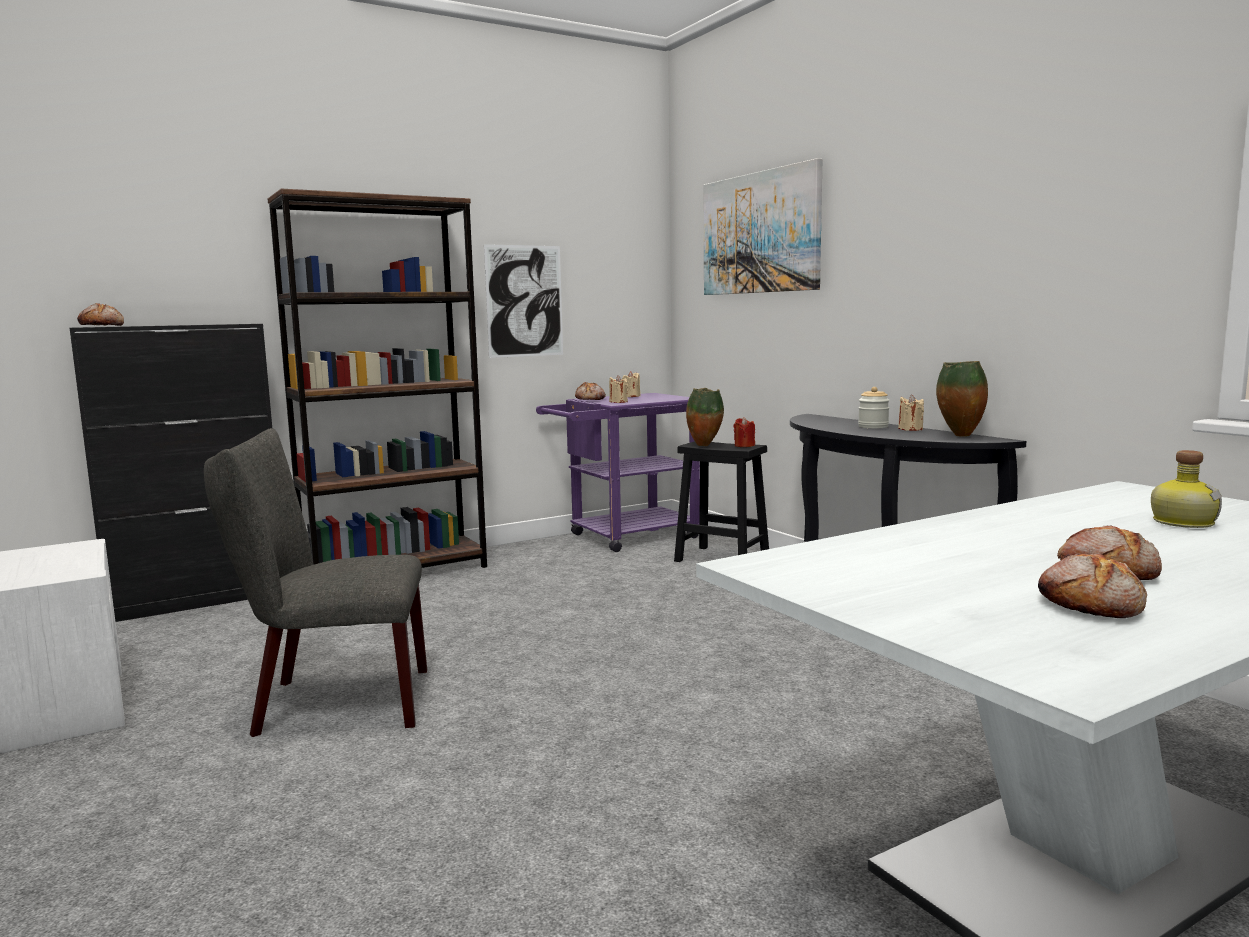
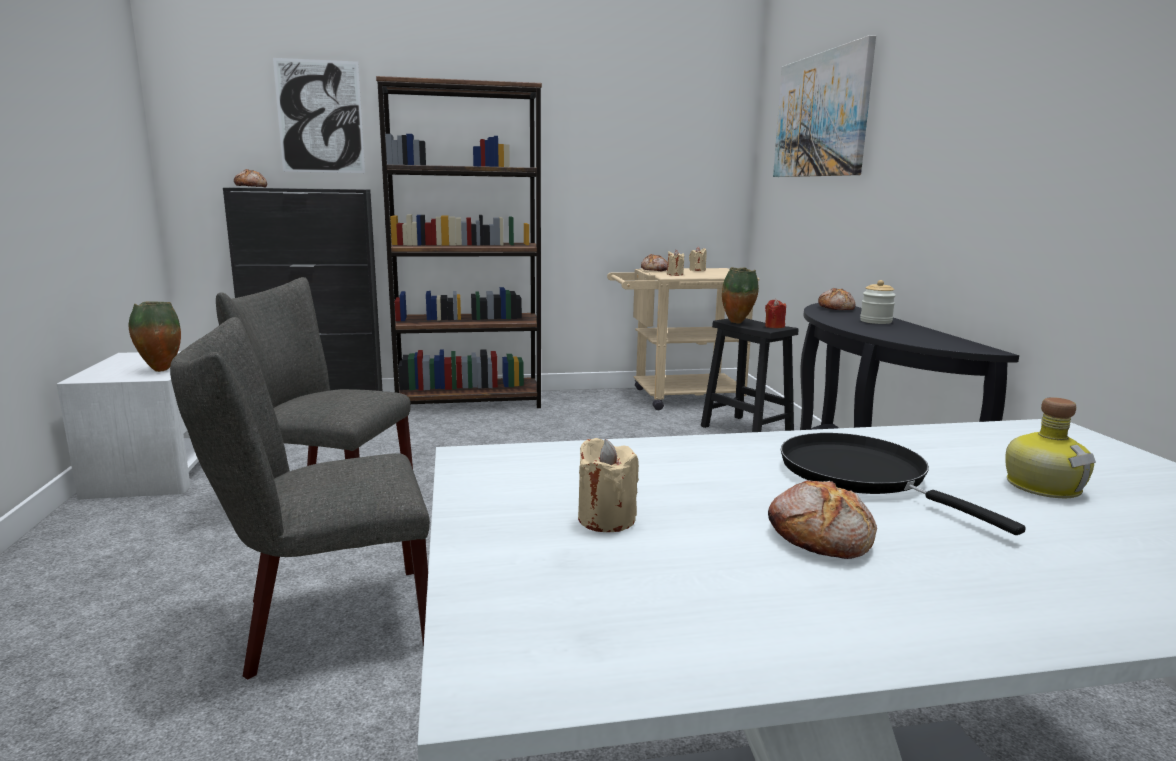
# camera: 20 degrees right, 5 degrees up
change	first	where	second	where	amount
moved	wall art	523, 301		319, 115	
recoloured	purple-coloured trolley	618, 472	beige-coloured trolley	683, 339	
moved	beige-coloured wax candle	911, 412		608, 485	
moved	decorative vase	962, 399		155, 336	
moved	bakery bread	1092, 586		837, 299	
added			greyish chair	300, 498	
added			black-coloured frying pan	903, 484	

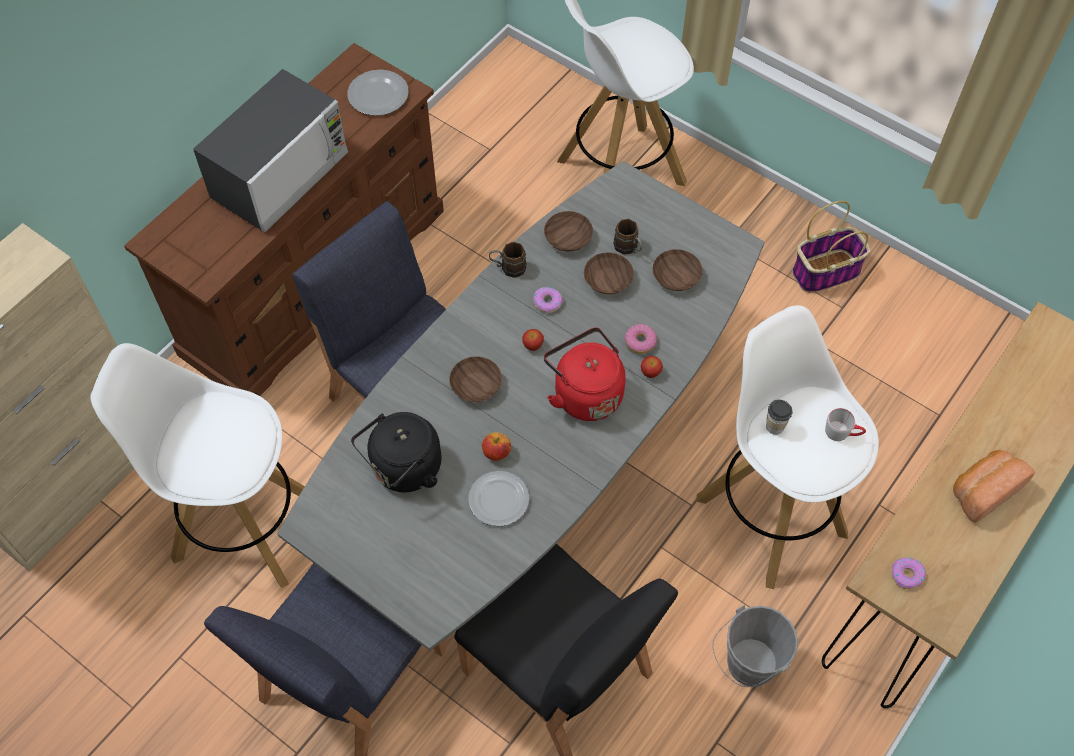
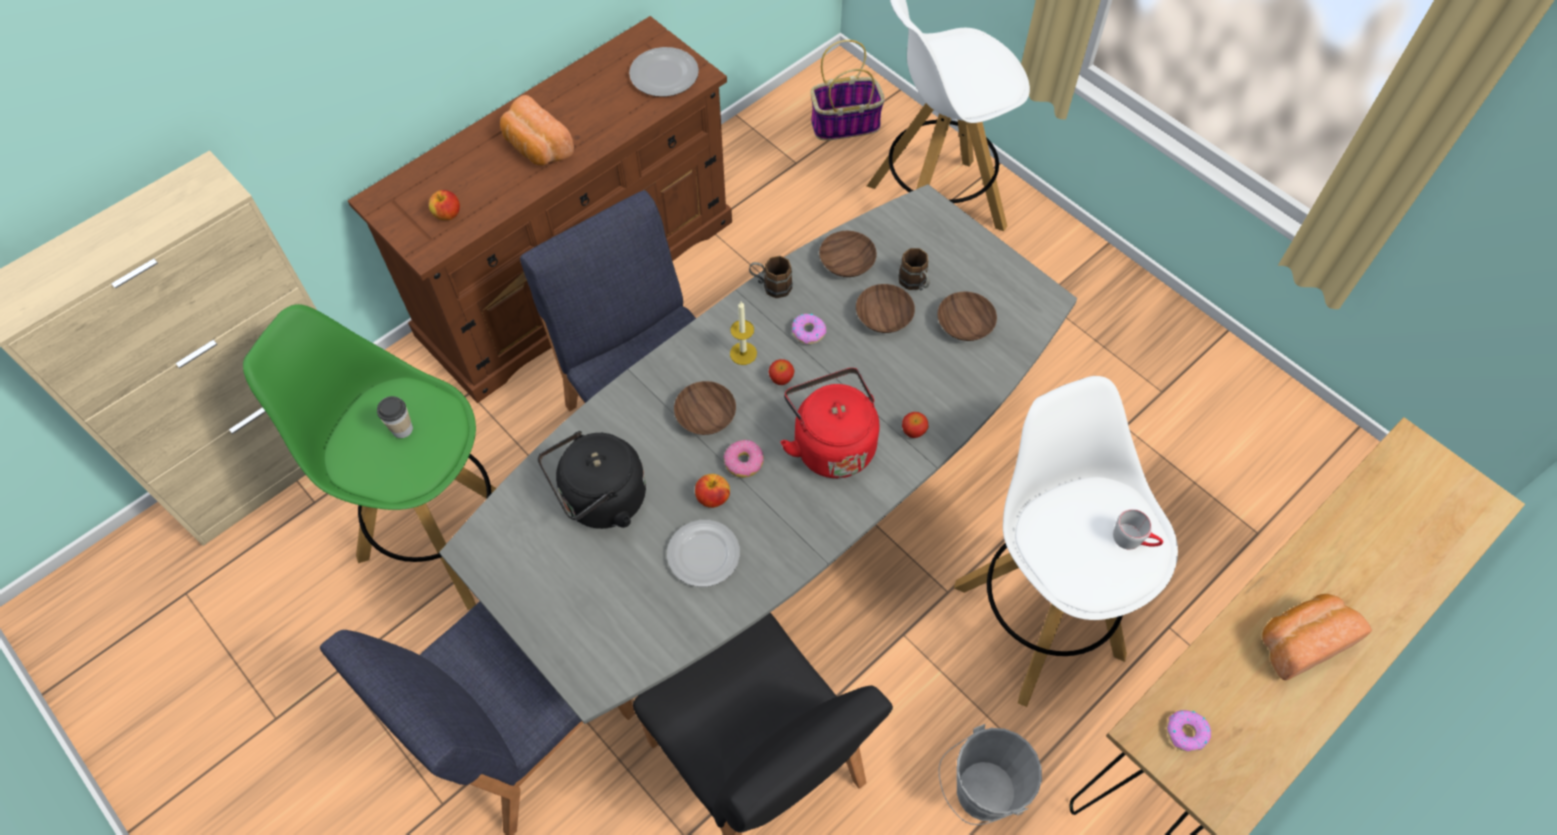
# camera: 10 degrees right, 0 degrees up
change	first	where	second	where	amount
recoloured	whitish sitting stool	197, 465	green-coloured sitting stool	369, 457	
replaced	microwave oven	270, 150	bakery bread	537, 130	
moved	donut	641, 339		743, 459	
moved	small cup	779, 417		395, 417	
moved	basket	831, 247		847, 90	
added			whole apple	444, 205	
added			wax candle	743, 333	

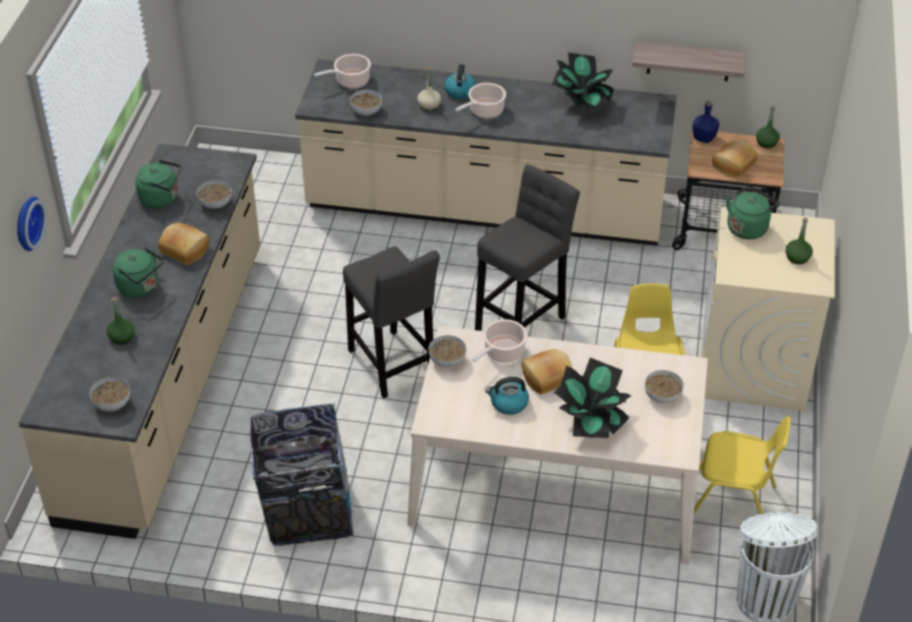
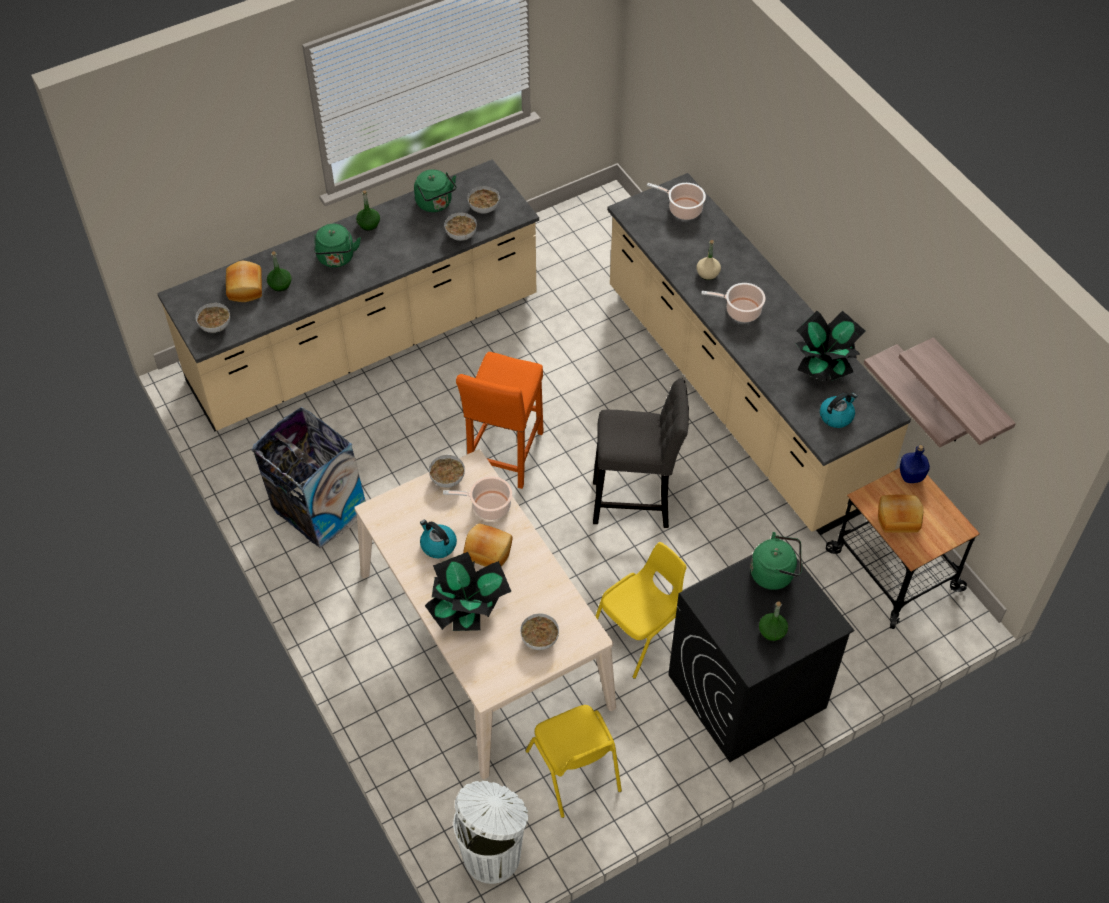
# camera: 50 degrees right, 10 degrees up
change	first	where	second	where	amount
removed	wall clock	31, 224			
moved	bakery bread	183, 244		244, 281	
recoloured	greyish sitting stool	391, 322	orange sitting stool	500, 420	
moved	deep dish	366, 103		483, 199	
moved	water kettle	460, 81		838, 410	
recoloured	beige-coloured washing machine	768, 309	black-coloured washing machine	761, 659	
moved	green-coloured drink bottle	768, 127		368, 211	
added			shelf	957, 391	

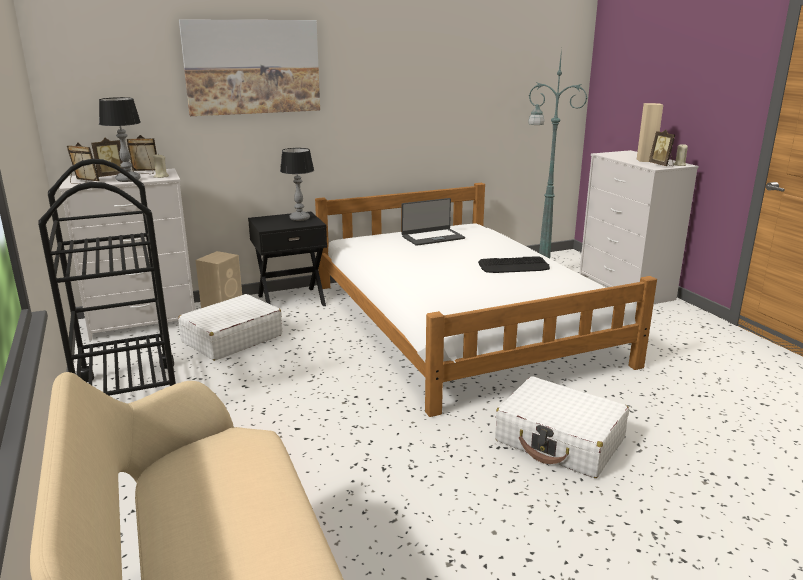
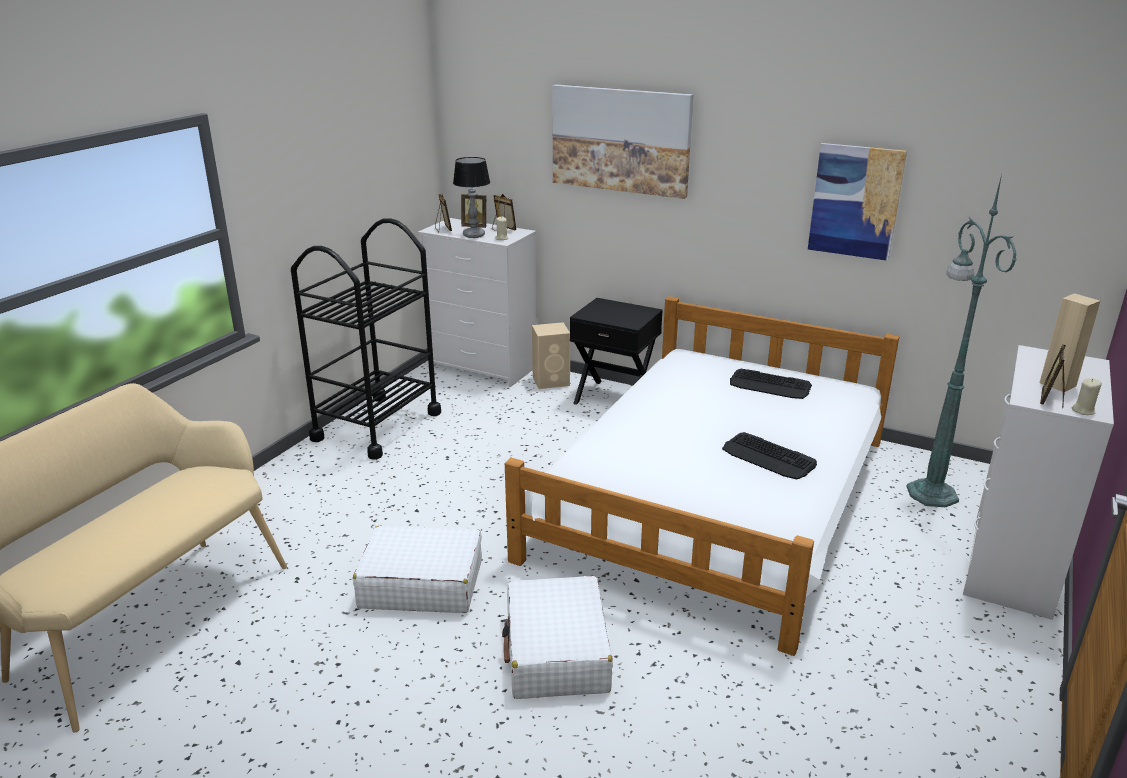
# camera: 50 degrees right, 5 degrees up
change	first	where	second	where	amount
moved	whitish piece of luggage	230, 327		417, 569	
removed	tabletop lamp	297, 184			
replaced	laptop	433, 222	keyboard	771, 384	
added			wall art	857, 202	

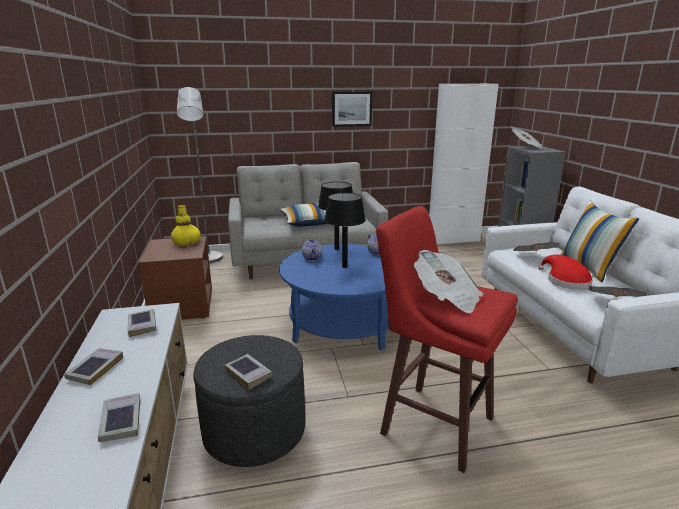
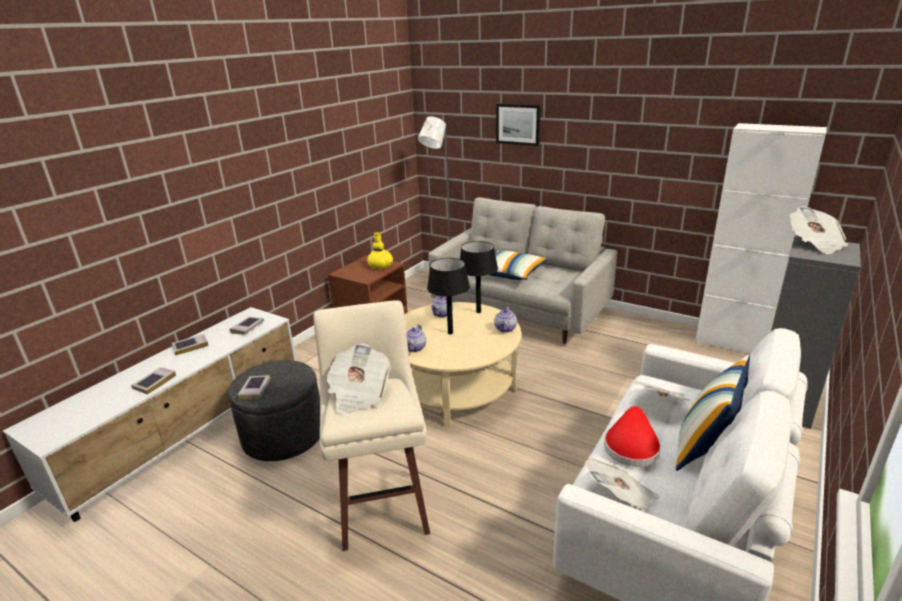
# camera: 45 degrees right, 5 degrees up
change	first	where	second	where	amount
recoloured	bluish coffee table	334, 297	beige-coloured coffee table	462, 364	
moved	wall art	352, 109		518, 125	
recoloured	reddish sitting stool	447, 339	beige-coloured sitting stool	372, 425	
added			teapot	416, 338	

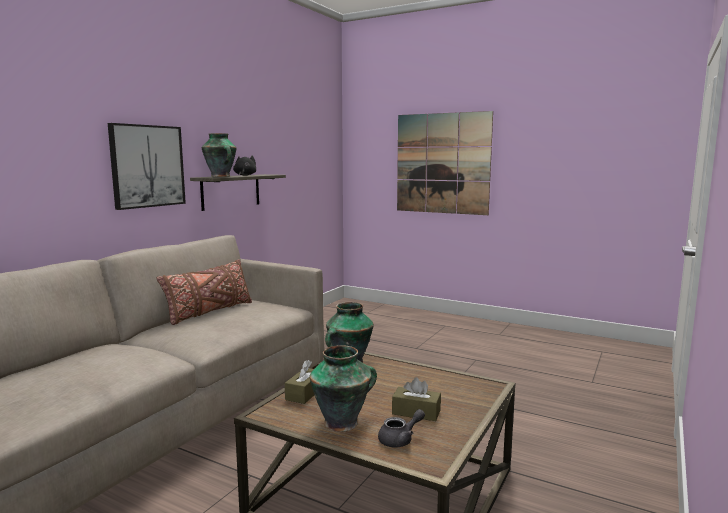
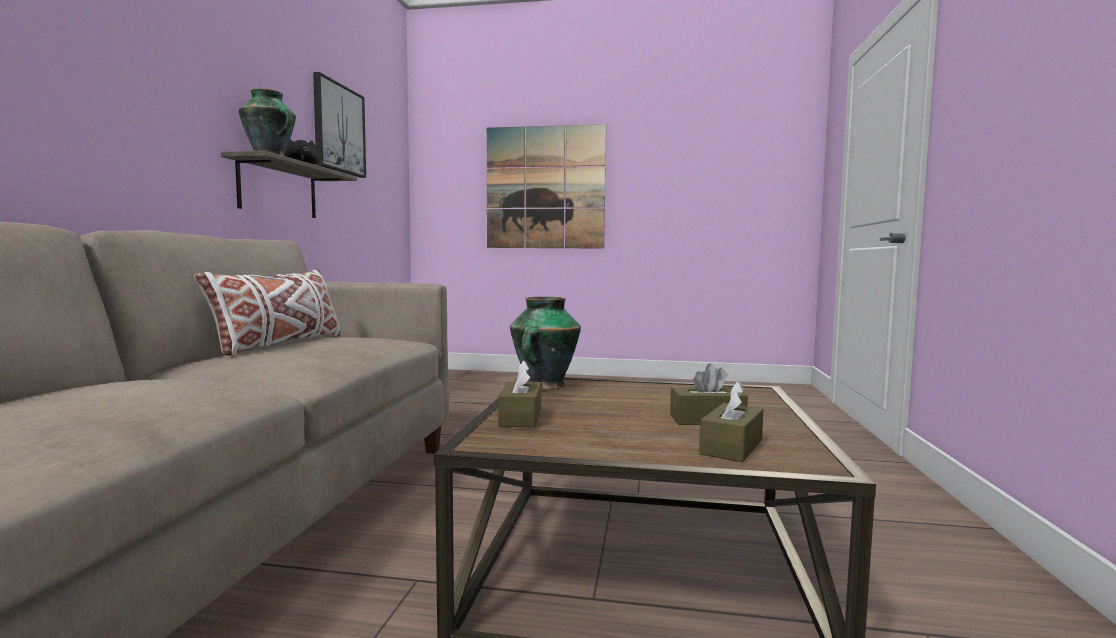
# camera: 20 degrees left, 5 degrees down
change	first	where	second	where	amount
moved	wall art	147, 166		339, 125	
recoloured	brownish pillow	204, 292	whitish pillow	267, 312	
removed	decorative vase	343, 388			
replaced	greyish teapot	401, 428	brownish tissue box	731, 421	

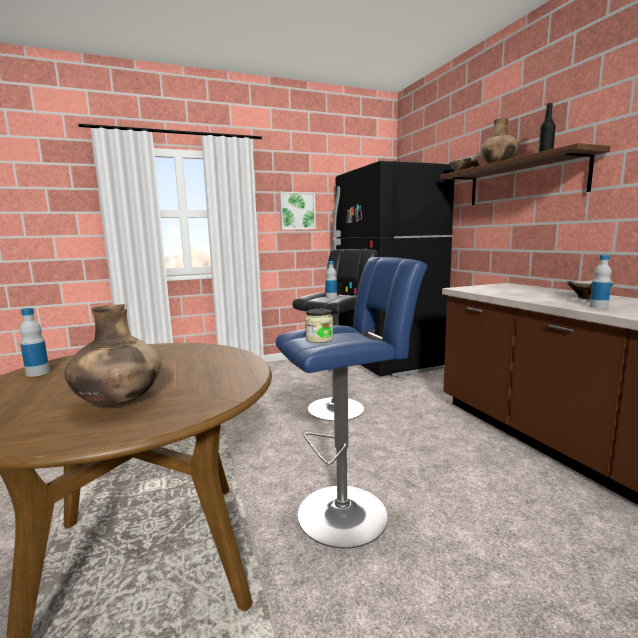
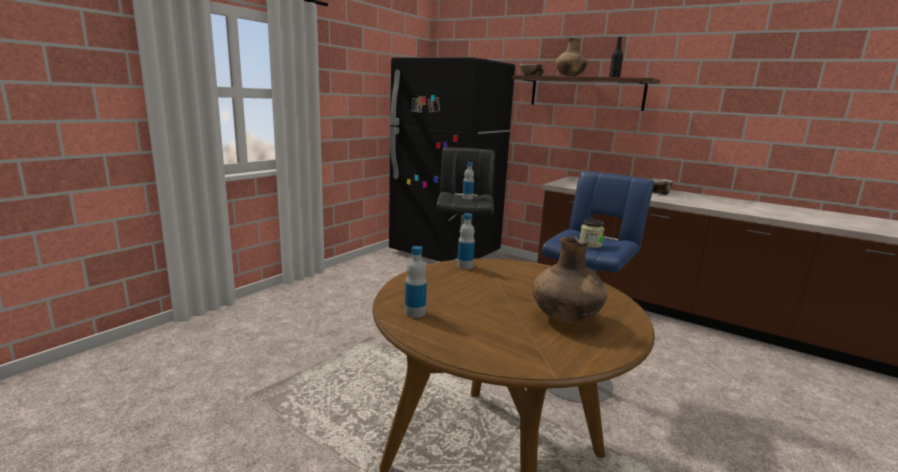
# camera: 35 degrees left, 5 degrees up
change	first	where	second	where	amount
removed	wall art	297, 211			
moved	drink bottle	600, 281		466, 241	

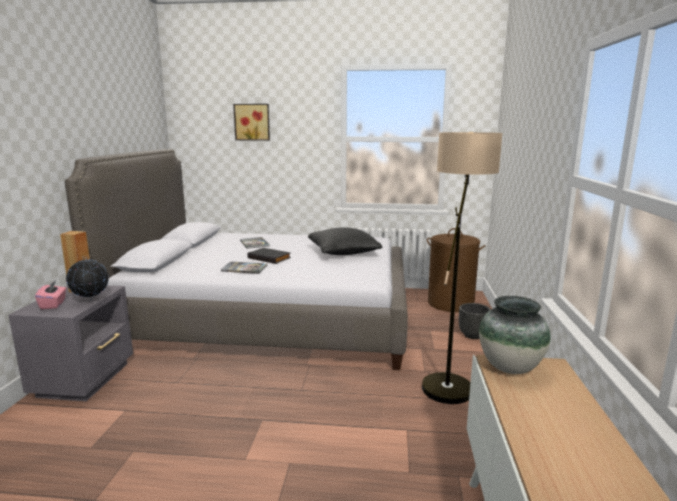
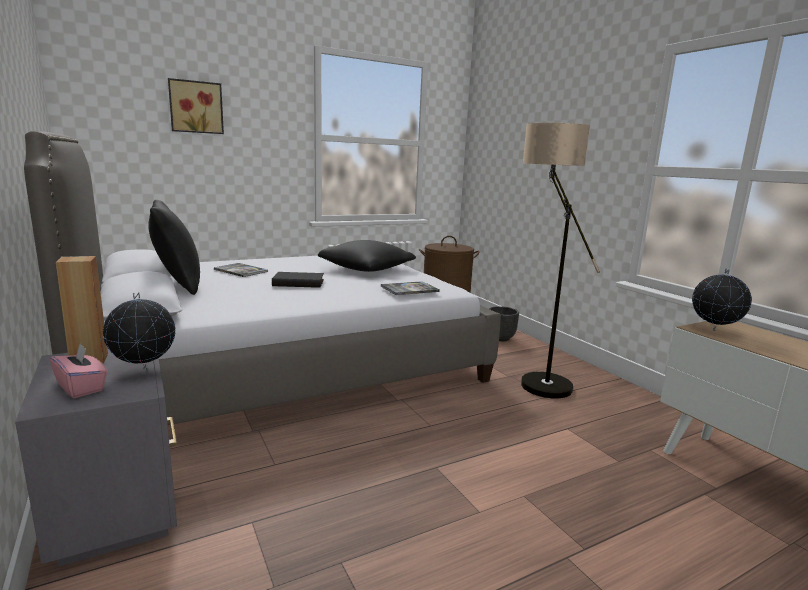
# camera: 35 degrees left, 0 degrees up
change	first	where	second	where	amount
moved	volume	244, 267		410, 288	
replaced	decorative vase	515, 335	world globe	722, 300	
added			black-coloured pillow	174, 247	

